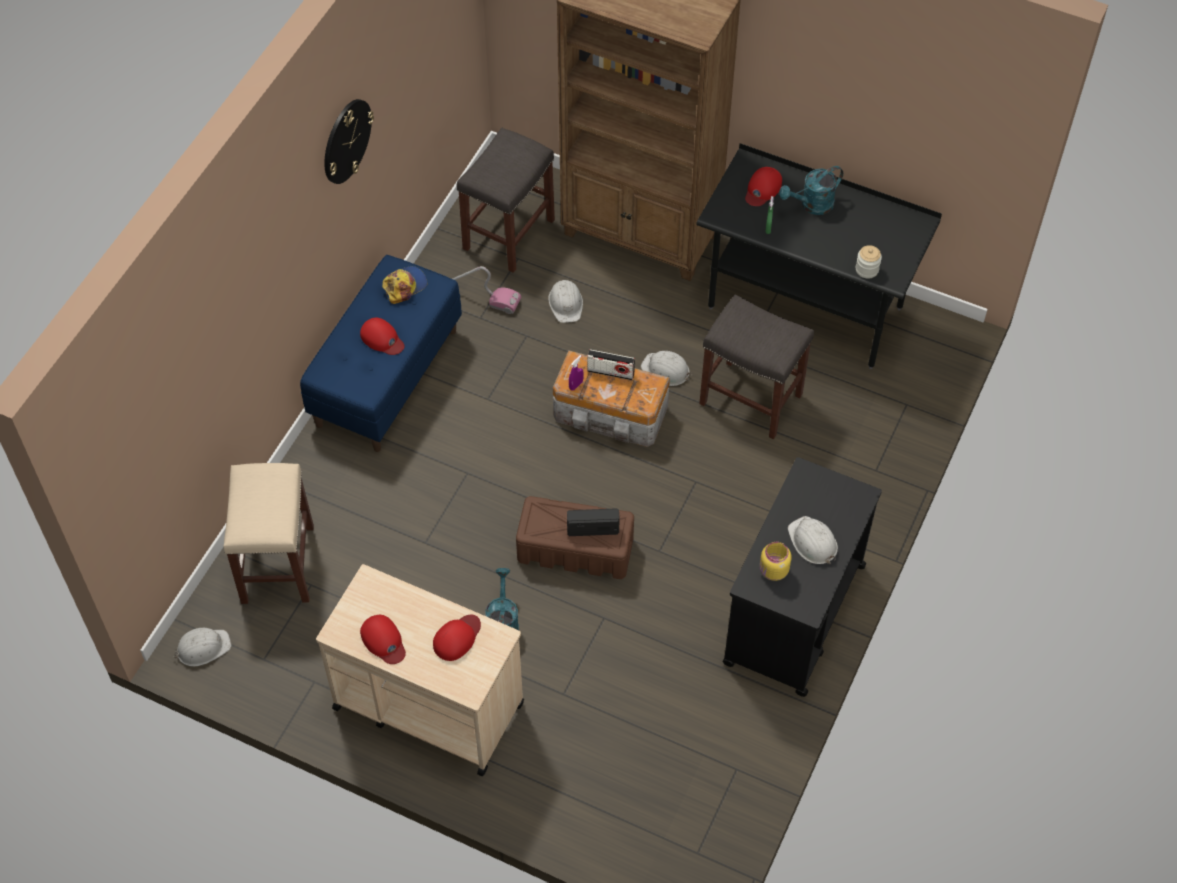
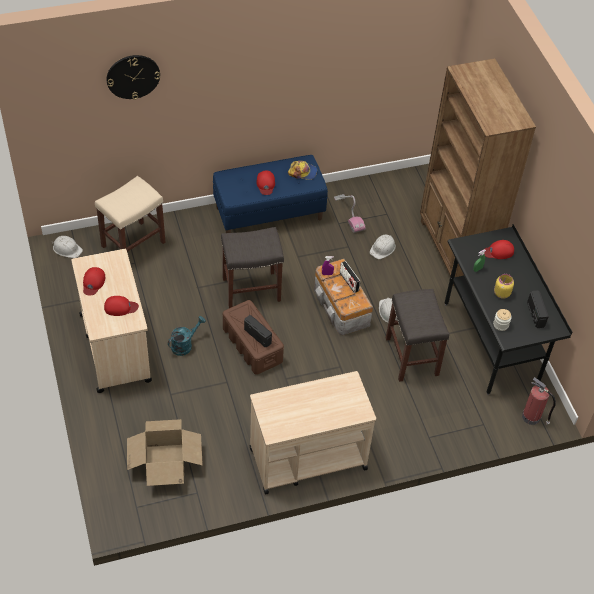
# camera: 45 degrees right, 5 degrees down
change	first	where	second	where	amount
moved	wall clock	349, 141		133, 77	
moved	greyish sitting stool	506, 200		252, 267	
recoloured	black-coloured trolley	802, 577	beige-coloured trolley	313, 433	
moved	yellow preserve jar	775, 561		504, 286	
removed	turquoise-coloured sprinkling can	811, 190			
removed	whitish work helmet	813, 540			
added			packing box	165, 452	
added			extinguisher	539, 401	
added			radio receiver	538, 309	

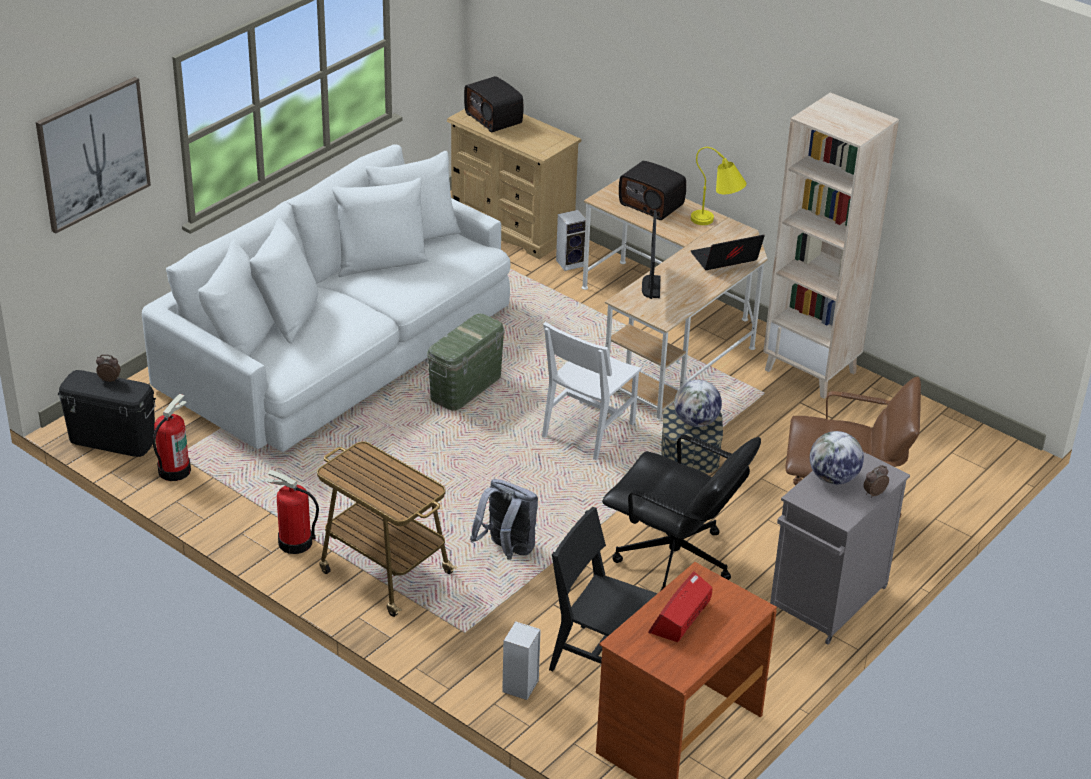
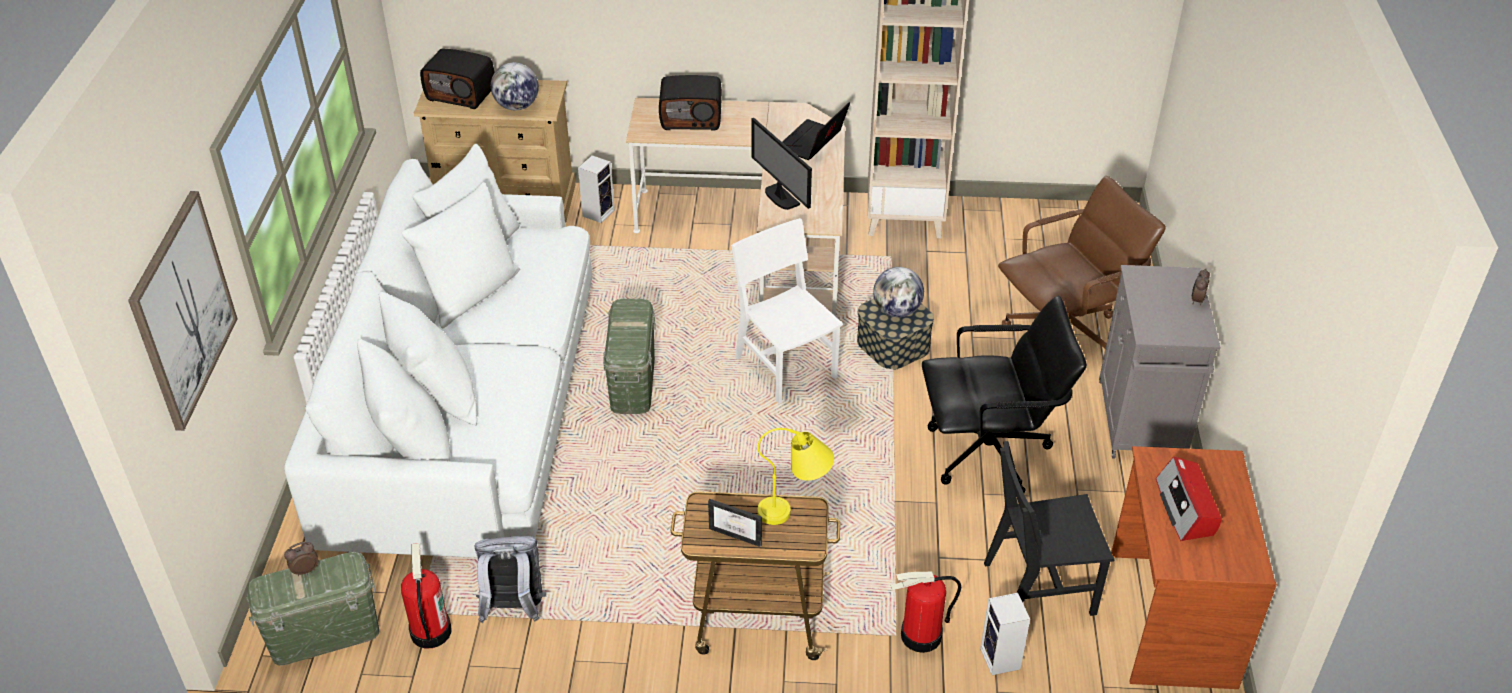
# camera: 35 degrees left, 5 degrees up
change	first	where	second	where	amount
recoloured	black-coloured storage box	107, 413	green-coloured storage box	312, 608	
moved	extinguisher	291, 512		926, 612	
moved	greyish rucksack	504, 519		510, 579	
turned	whitish chair	592, 391		787, 311	150 degrees clockwise
moved	yellow tabletop lamp	719, 186		796, 476	
moved	world globe	837, 458		515, 86	
added			picture frame	735, 523	

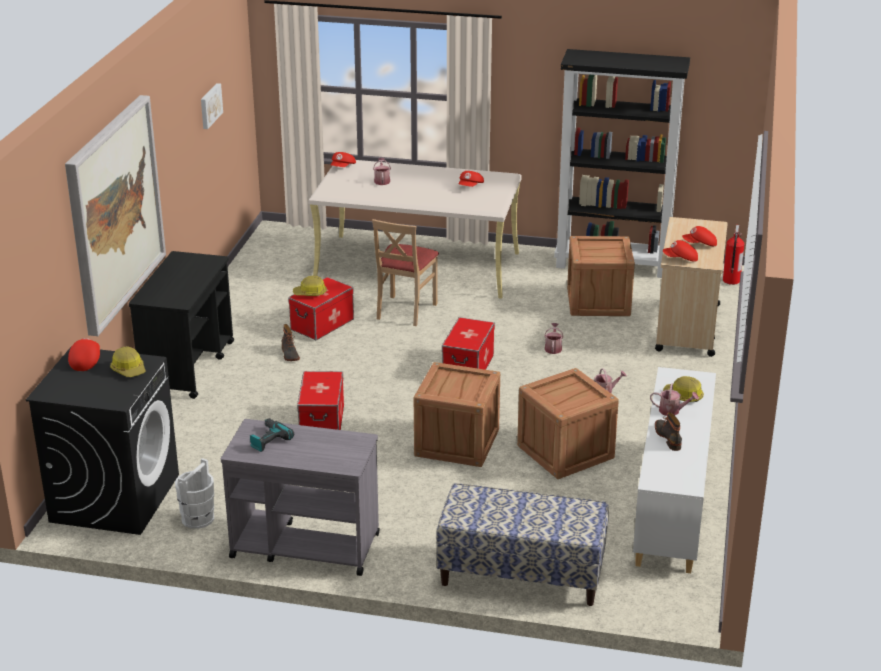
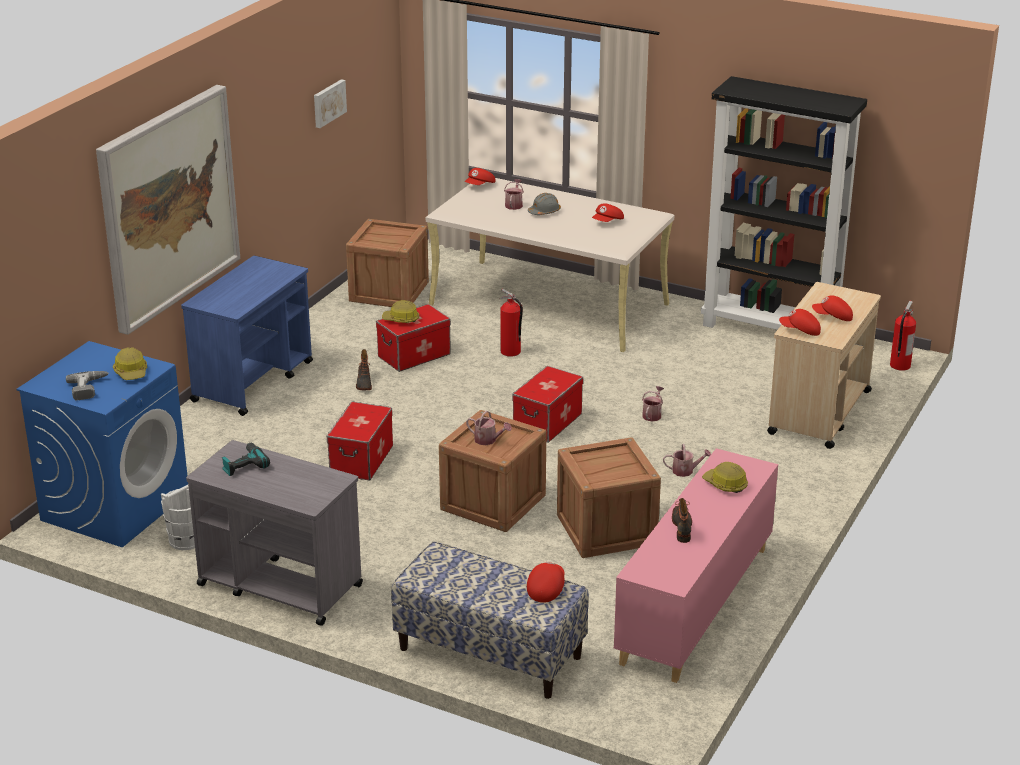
# camera: 15 degrees right, 0 degrees up
change	first	where	second	where	amount
recoloured	black-coloured washing machine	102, 440	bluish washing machine	102, 444	
moved	reddish cap	84, 354		546, 582	
recoloured	black-coloured trolley	181, 325	bluish trolley	247, 336	
replaced	beige-coloured chair	405, 272	extinguisher	511, 323	
moved	shipping crate	601, 276		387, 263	
recoloured	whitish storage cabinet	674, 470	pinkish storage cabinet	696, 565	
moved	sprinkling can	674, 399		489, 428	
added			electric drill	87, 385	
added			greyish work helmet	544, 204	

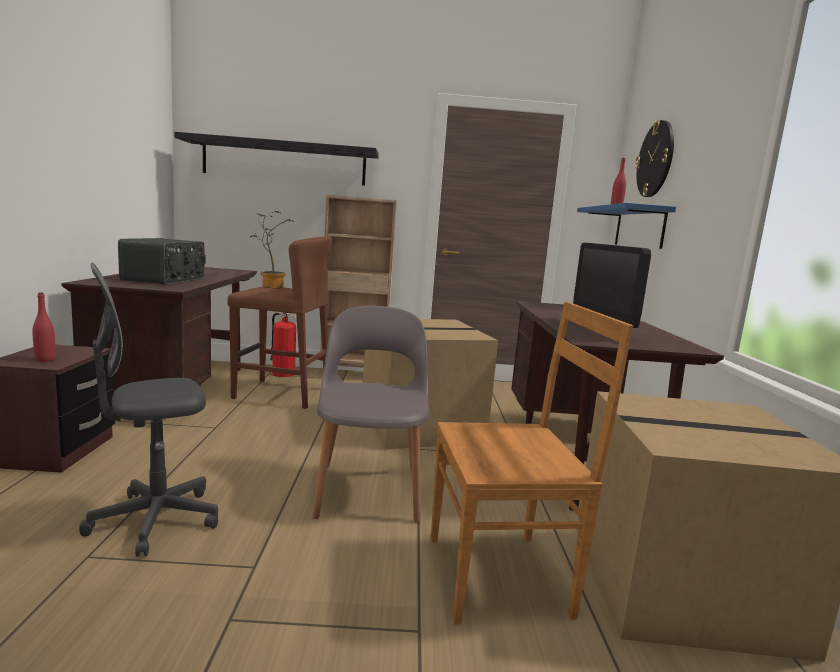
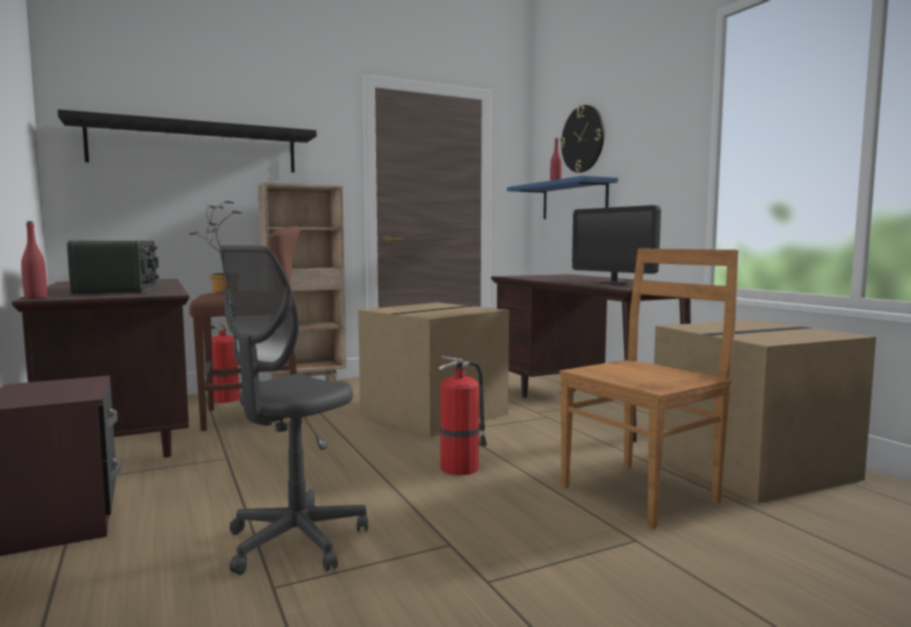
# camera: 25 degrees left, 5 degrees down
change	first	where	second	where	amount
moved	reddish drink bottle	44, 327		34, 260	
replaced	greyish chair	370, 414	extinguisher	462, 416	

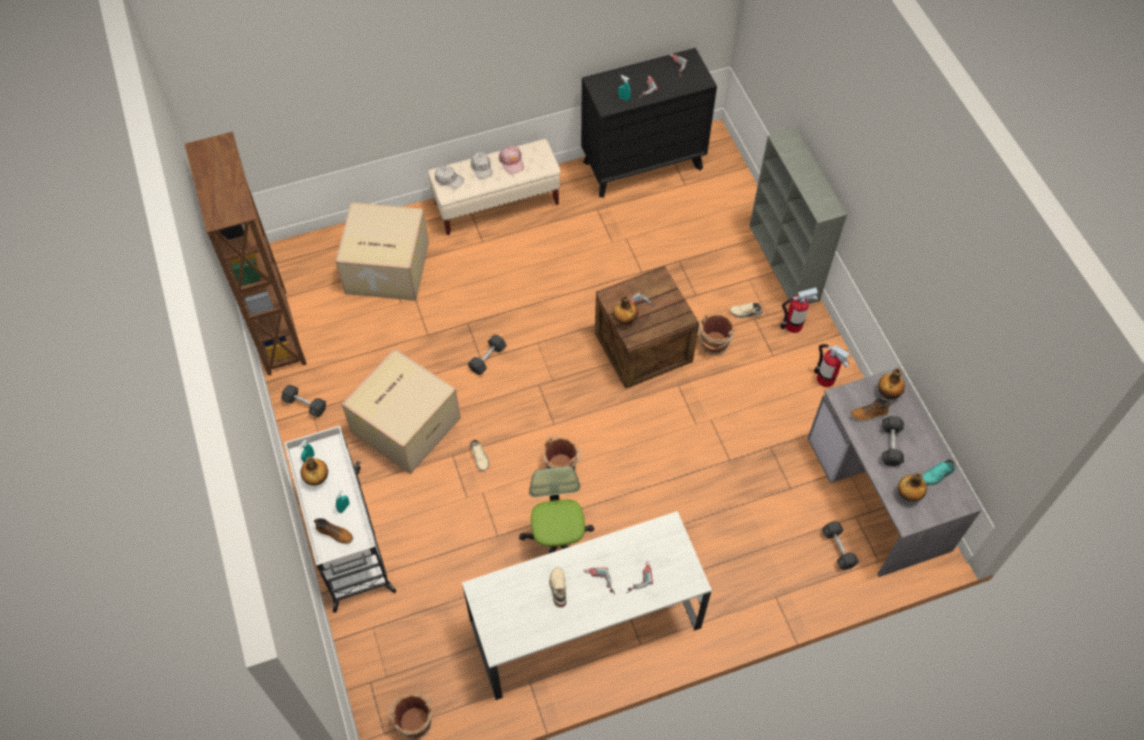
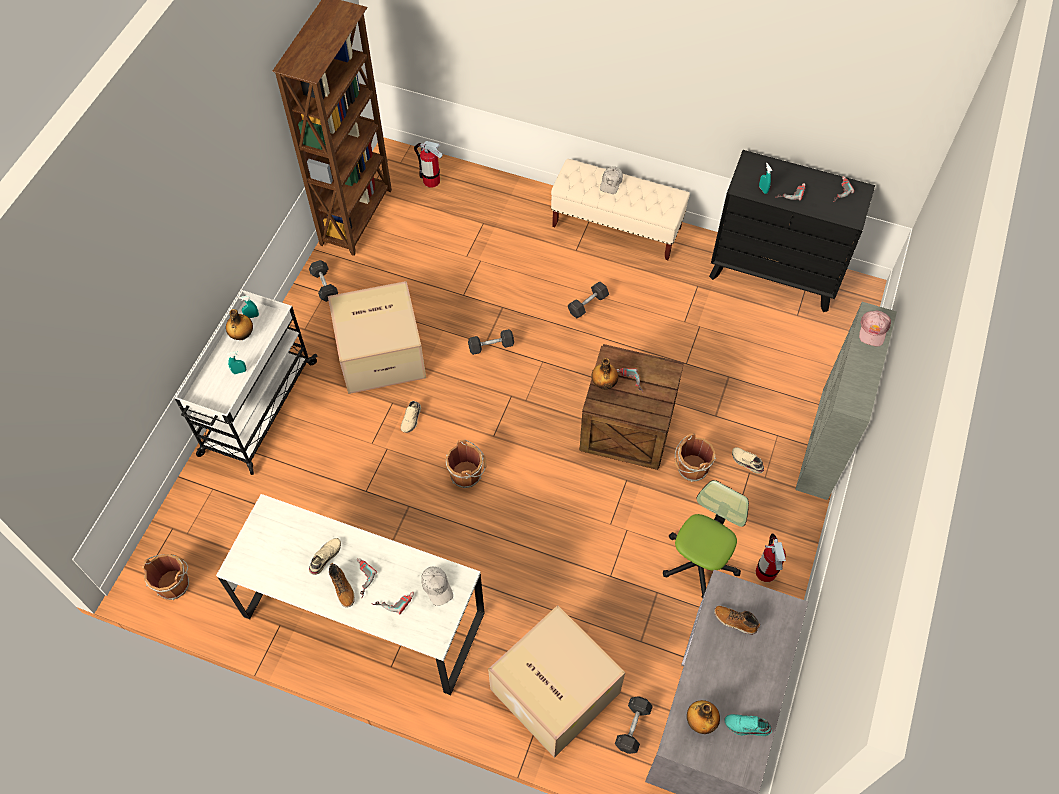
# camera: 40 degrees right, 0 degrees up
change	first	where	second	where	amount
moved	tall boot	333, 531		342, 585	
moved	packing box	382, 251		556, 681	
moved	whitish cap	449, 177		437, 586	
moved	pinkish cap	511, 160		875, 329	
moved	office chair	557, 510		706, 539	
moved	extinguisher	799, 310		428, 164	
removed	drink bottle	891, 383			
moved	greyish free weight	893, 441		588, 299	

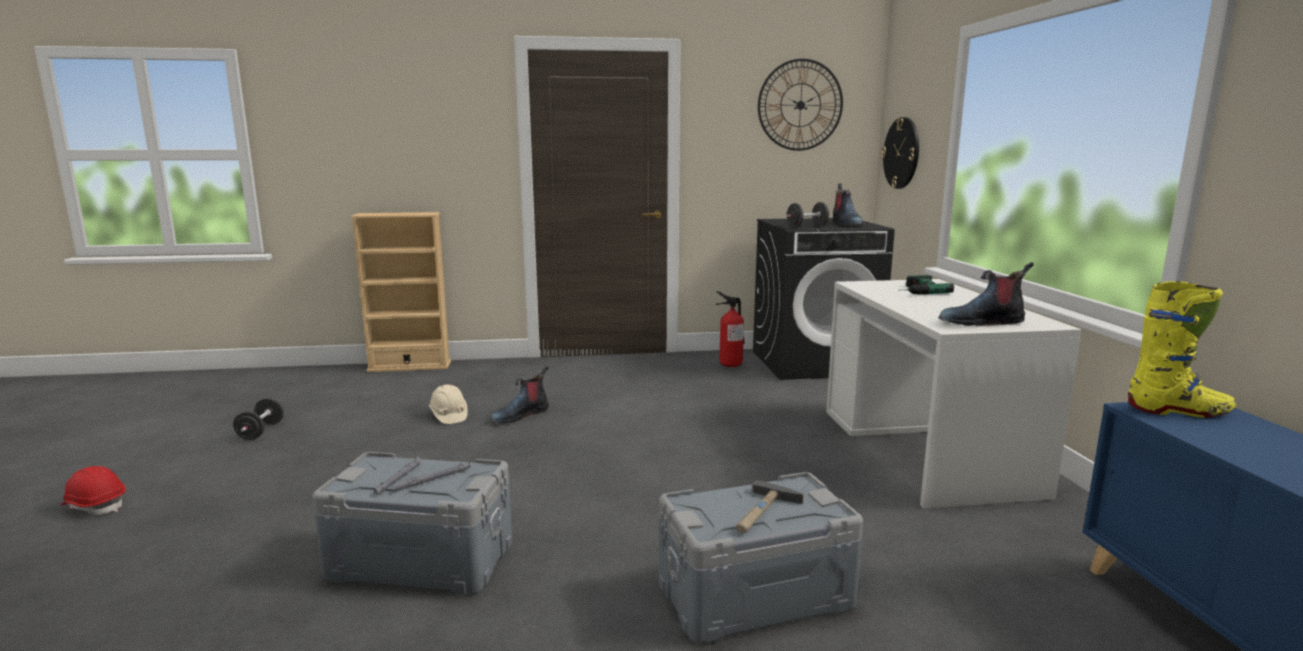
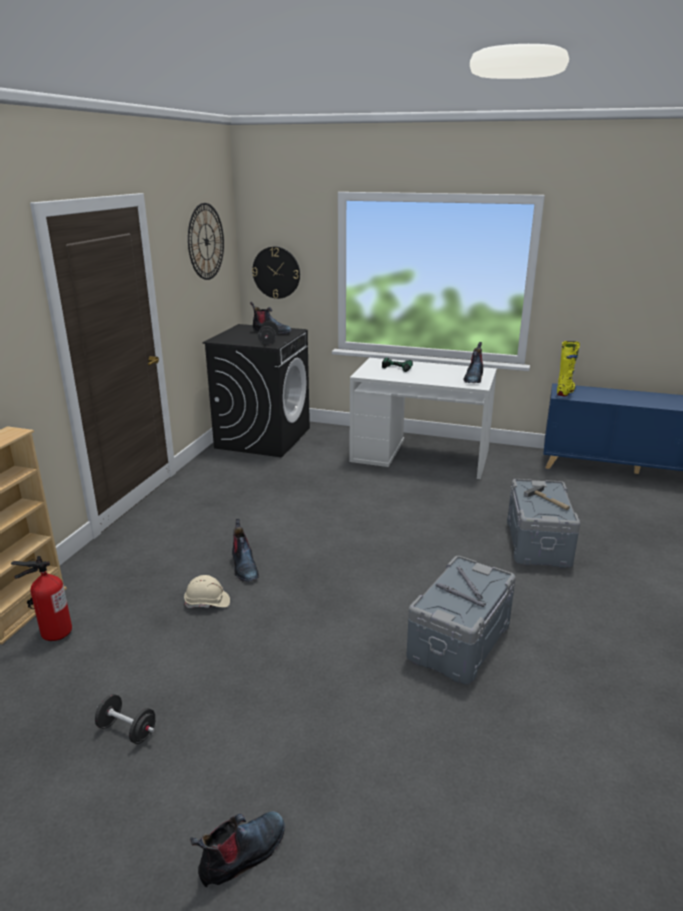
# camera: 65 degrees left, 10 degrees up
change	first	where	second	where	amount
replaced	reddish work helmet	93, 490	tall boot	237, 849	
moved	extinguisher	730, 329		41, 598	

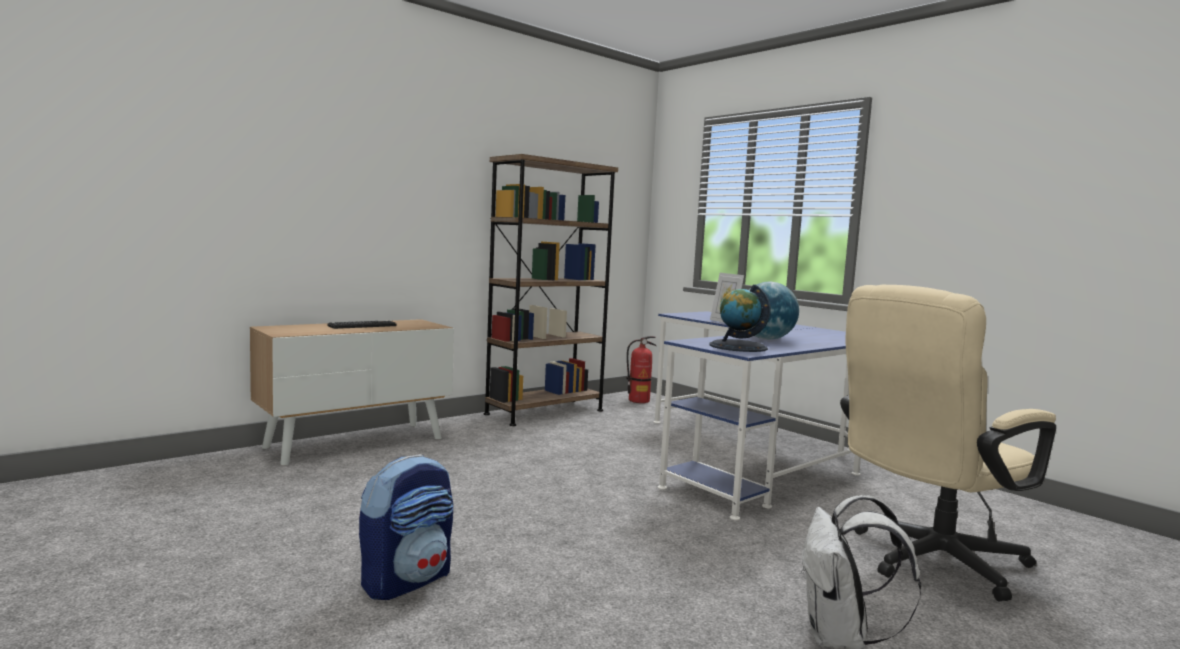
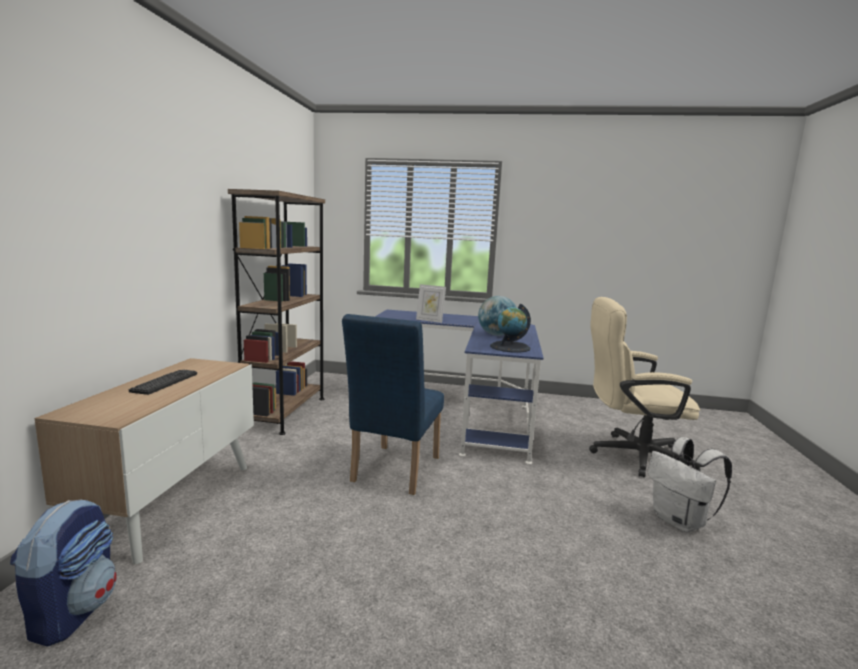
# camera: 40 degrees left, 5 degrees up
change	first	where	second	where	amount
moved	rucksack	406, 527		63, 573	
removed	extinguisher	641, 369			
turned	beige-coloured office chair	948, 443		645, 387	75 degrees clockwise
added			bluish chair	393, 404	

